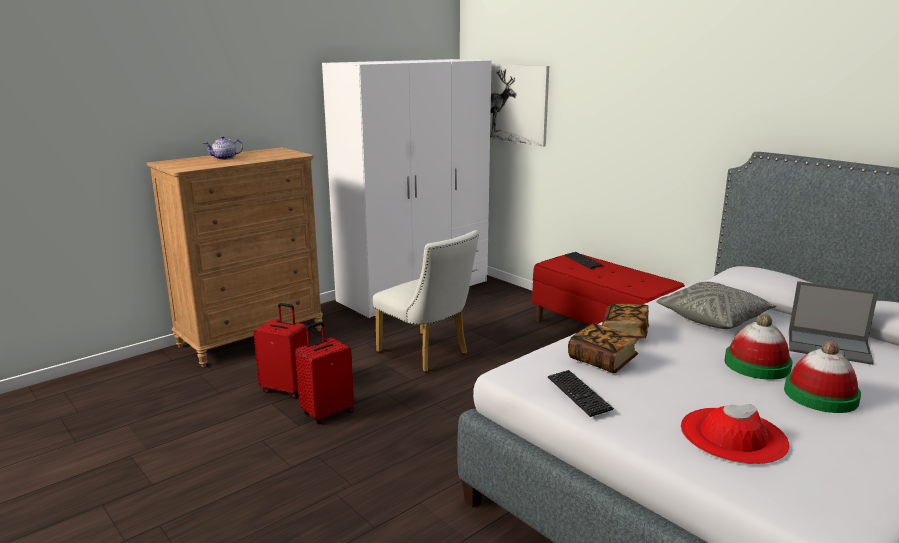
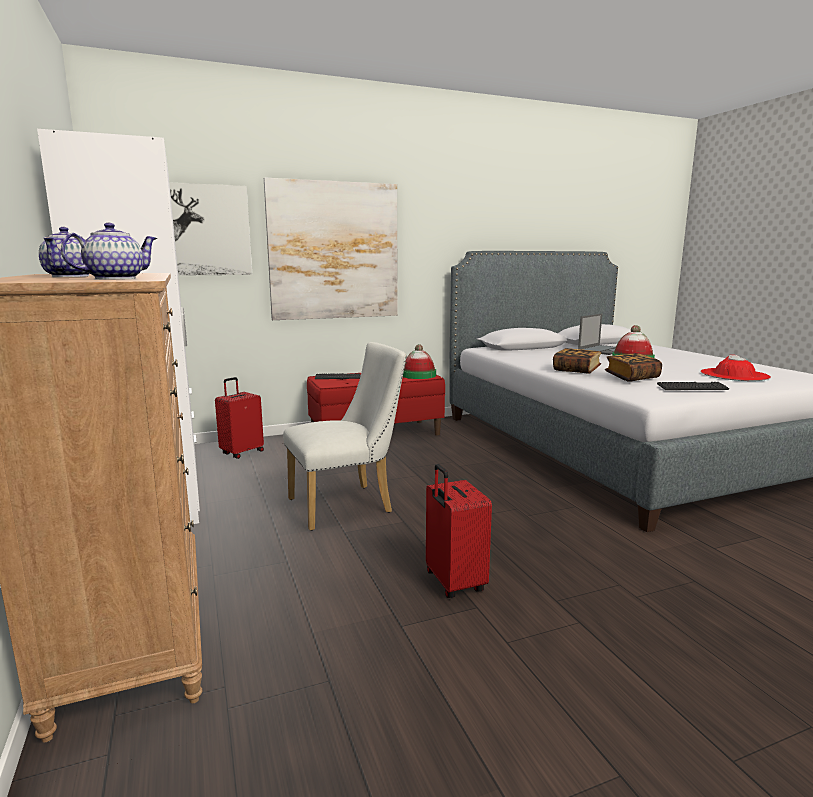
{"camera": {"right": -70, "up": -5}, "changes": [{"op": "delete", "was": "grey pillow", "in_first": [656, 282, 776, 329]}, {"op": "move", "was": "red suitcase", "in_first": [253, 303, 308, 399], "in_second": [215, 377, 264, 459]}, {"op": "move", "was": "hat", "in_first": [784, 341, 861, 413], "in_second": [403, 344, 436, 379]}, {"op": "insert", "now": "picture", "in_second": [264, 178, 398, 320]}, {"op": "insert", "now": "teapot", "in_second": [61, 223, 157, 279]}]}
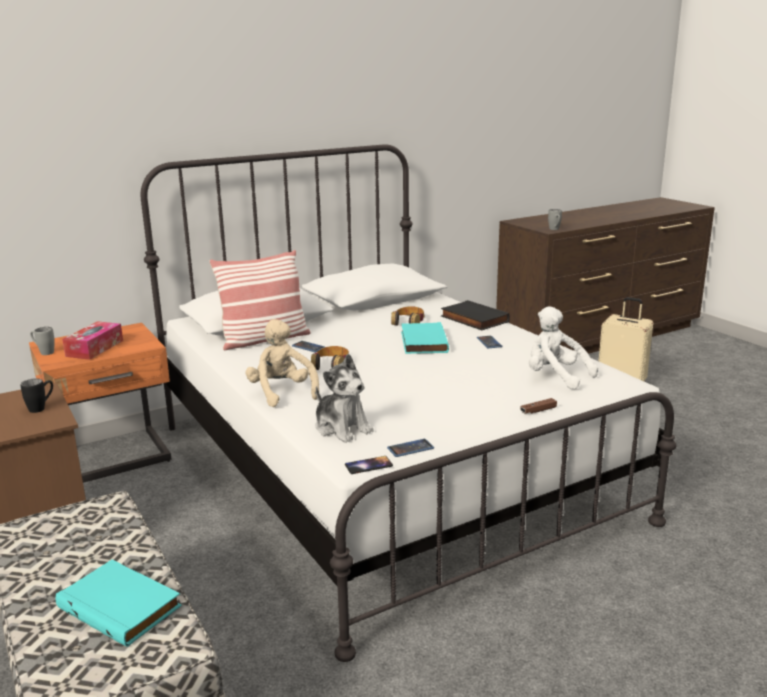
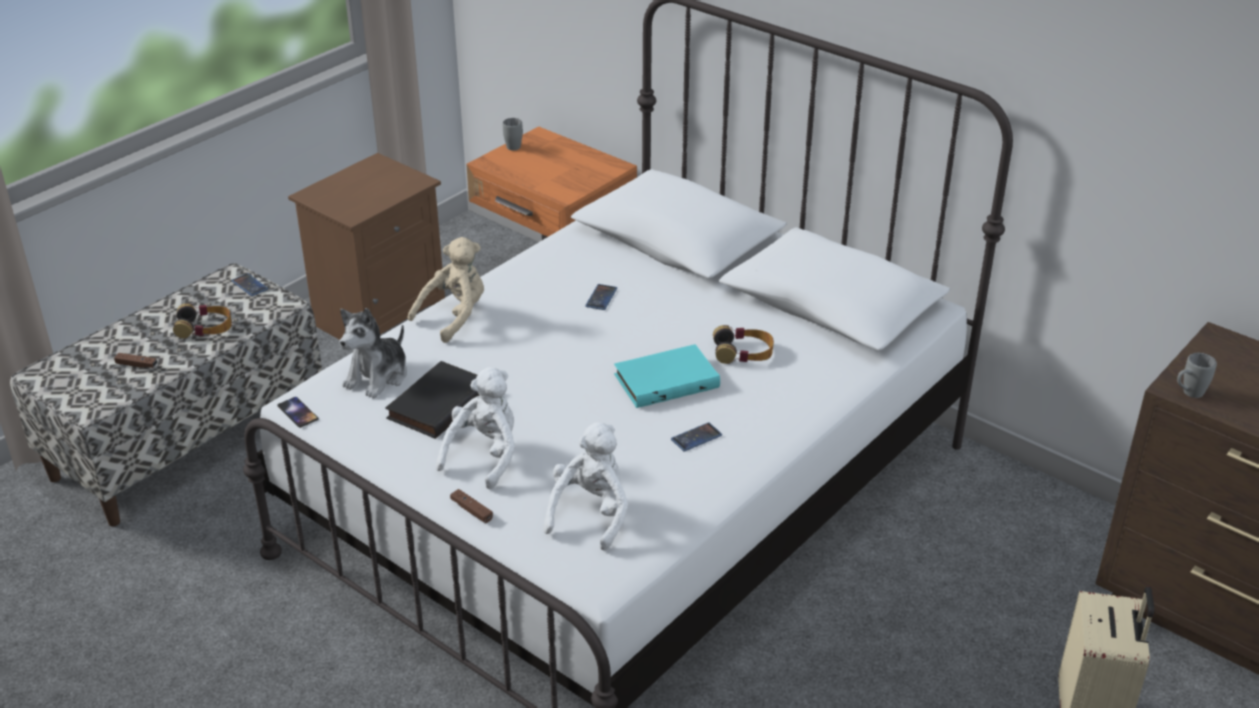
{"camera": {"right": 70, "up": 15}, "changes": [{"op": "delete", "was": "pillow", "in_first": [209, 250, 311, 350]}, {"op": "move", "was": "black book", "in_first": [441, 300, 510, 330], "in_second": [385, 361, 479, 439]}, {"op": "delete", "was": "tissue box", "in_first": [62, 321, 123, 360]}, {"op": "move", "was": "headphones", "in_first": [311, 346, 349, 370], "in_second": [173, 303, 232, 338]}, {"op": "delete", "was": "black mug", "in_first": [20, 378, 53, 413]}, {"op": "move", "was": "phone", "in_first": [387, 439, 434, 457], "in_second": [231, 273, 268, 296]}, {"op": "replace", "was": "turquoise book", "now": "brown game controller", "in_first": [56, 559, 182, 647], "in_second": [114, 353, 157, 368]}, {"op": "insert", "now": "white plush toy", "in_second": [436, 367, 515, 490]}]}
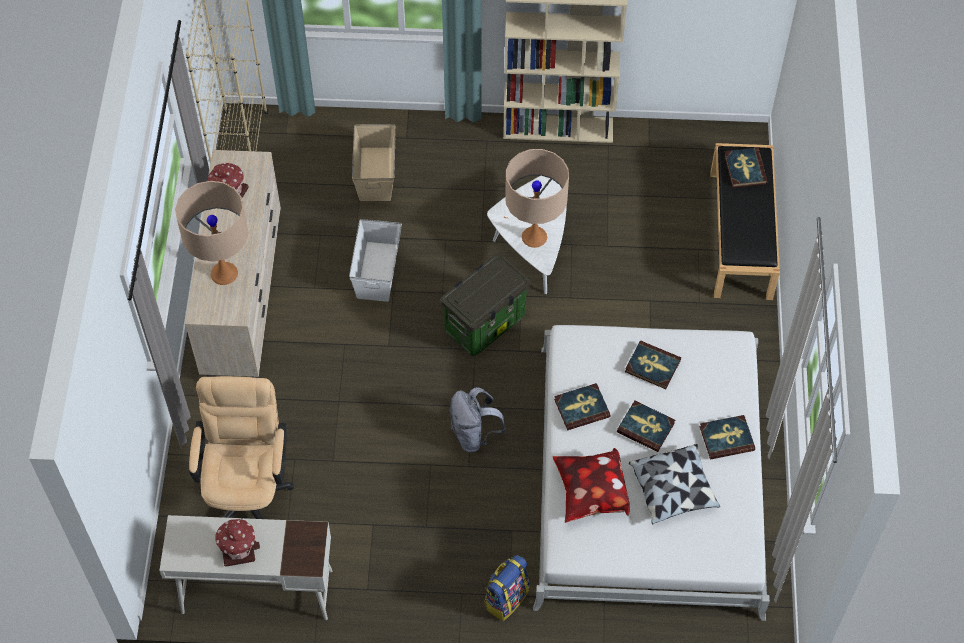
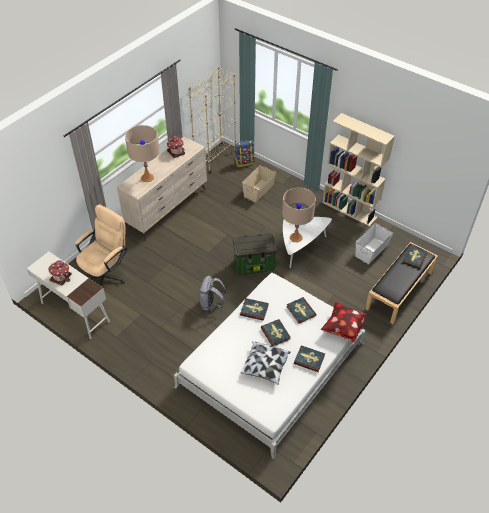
{"camera": {"right": 35, "up": -10}, "changes": [{"op": "move", "was": "white storage box", "in_first": [349, 219, 402, 302], "in_second": [355, 223, 393, 264]}, {"op": "move", "was": "pillow", "in_first": [553, 448, 630, 523], "in_second": [321, 302, 367, 343]}, {"op": "move", "was": "backpack", "in_first": [484, 555, 530, 621], "in_second": [235, 140, 254, 167]}]}
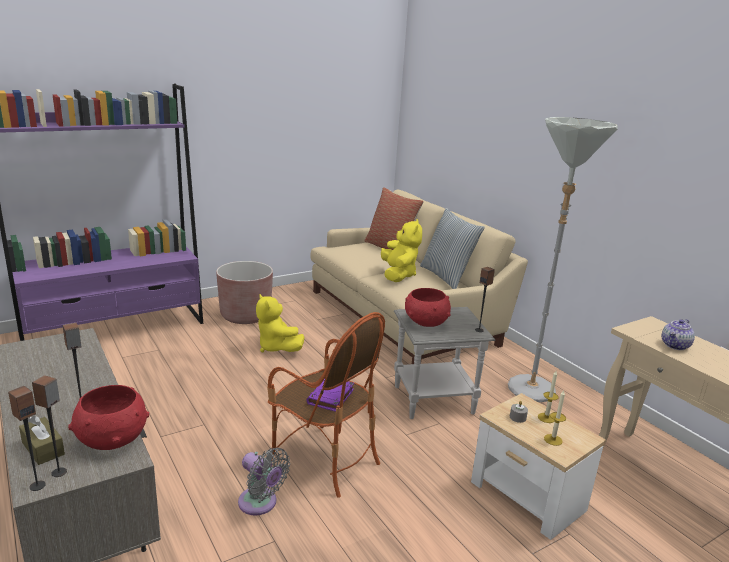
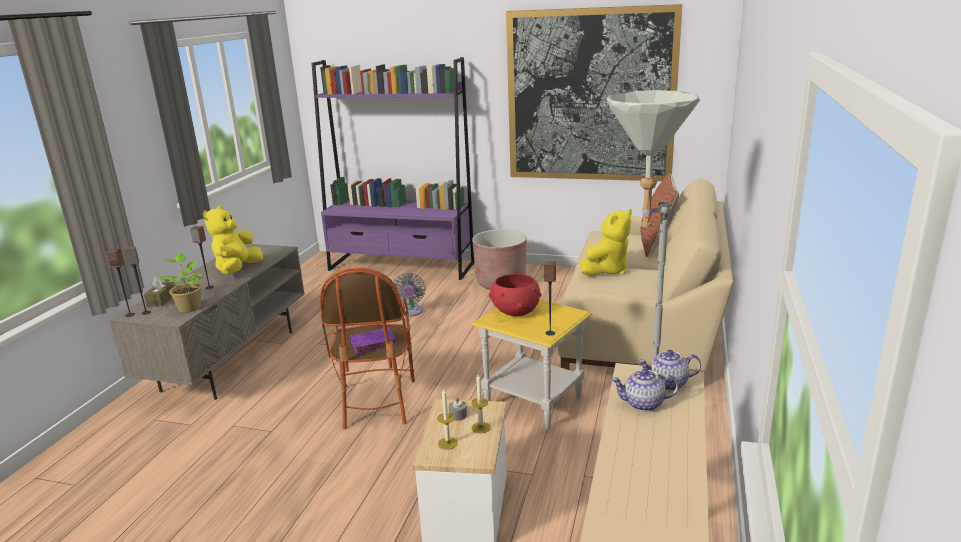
{"camera": {"right": 50, "up": 0}, "changes": [{"op": "delete", "was": "pillow", "in_first": [420, 208, 485, 289]}, {"op": "move", "was": "yellow plush toy", "in_first": [256, 294, 305, 353], "in_second": [203, 205, 263, 274]}, {"op": "recolor", "was": "grey side table", "now": "yellow side table", "in_first": [394, 307, 496, 419], "in_second": [471, 300, 592, 430]}, {"op": "replace", "was": "red bowl", "now": "potted plant", "in_first": [68, 385, 149, 450], "in_second": [157, 253, 204, 312]}, {"op": "move", "was": "grey fan", "in_first": [238, 448, 290, 516], "in_second": [393, 273, 426, 317]}, {"op": "insert", "now": "picture", "in_second": [506, 4, 683, 181]}, {"op": "insert", "now": "teapot", "in_second": [638, 350, 701, 390]}]}
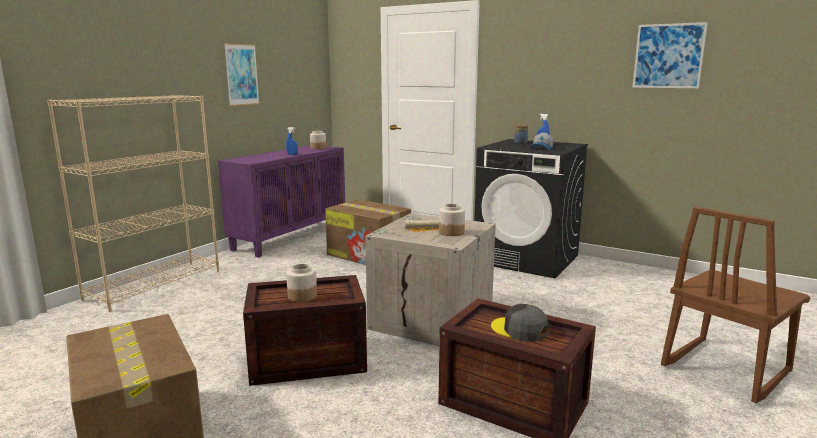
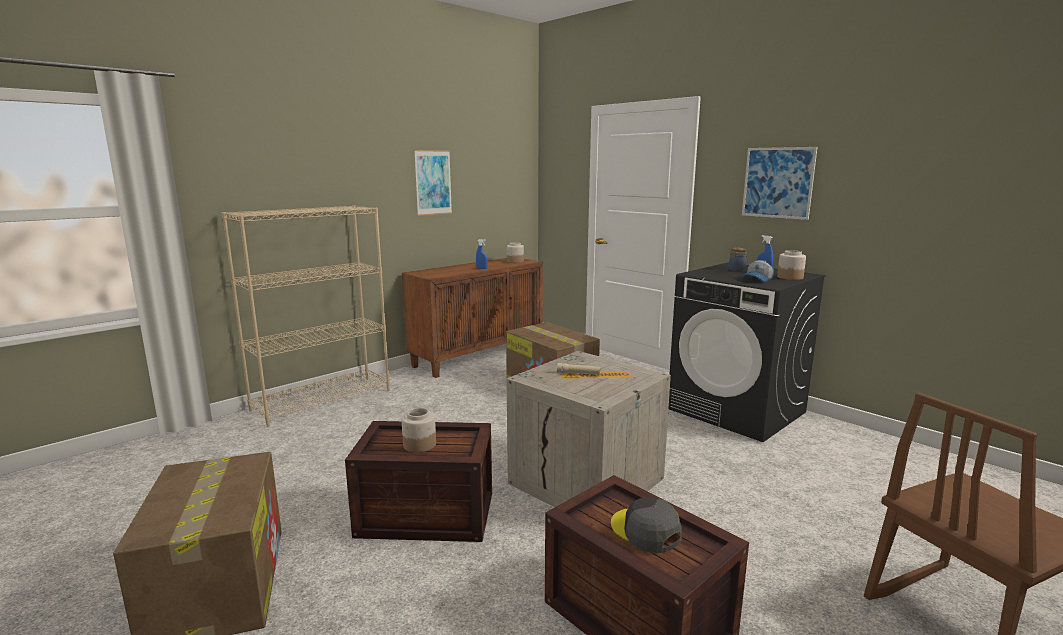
{"camera": {"right": 15, "up": 0}, "changes": [{"op": "move", "was": "picture", "in_first": [632, 22, 708, 88], "in_second": [742, 147, 818, 220]}, {"op": "recolor", "was": "purple cabinet", "now": "brown cabinet", "in_first": [218, 146, 345, 258], "in_second": [402, 258, 543, 378]}, {"op": "move", "was": "jar", "in_first": [439, 204, 465, 236], "in_second": [777, 250, 806, 280]}]}
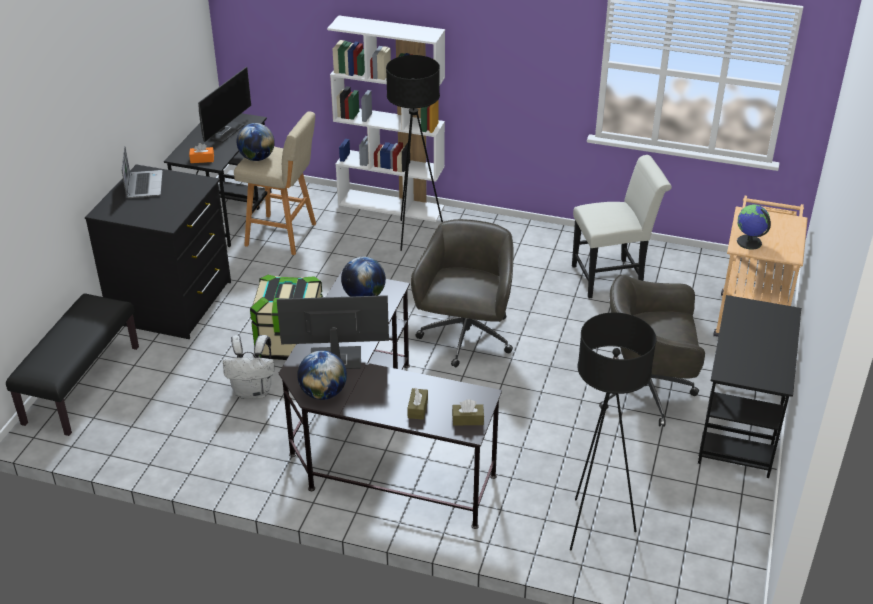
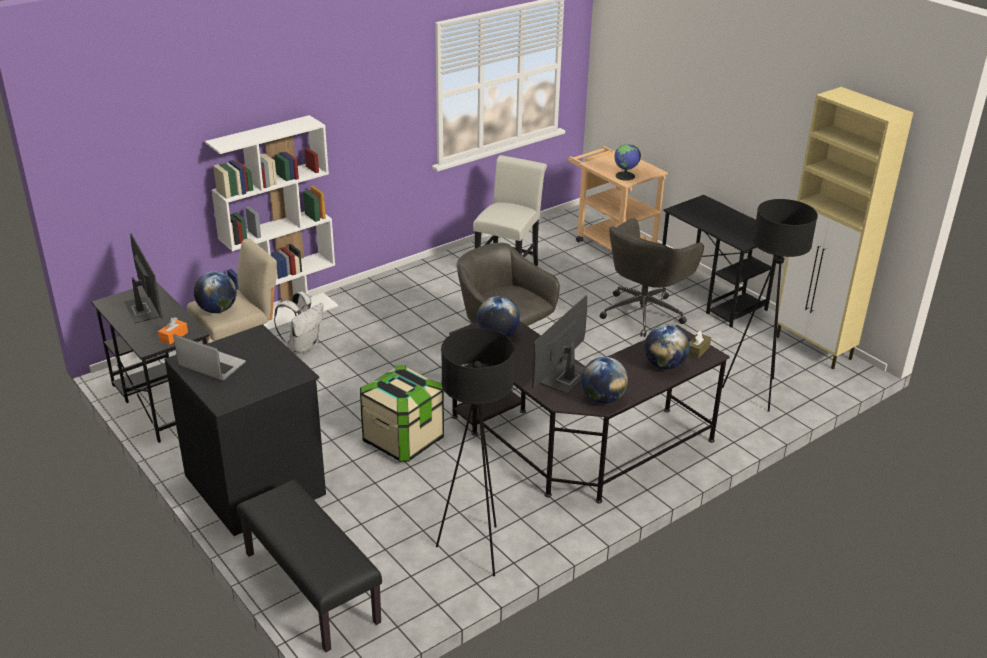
{"camera": {"right": -55, "up": -5}, "changes": [{"op": "move", "was": "black floor lamp", "in_first": [386, 55, 443, 251], "in_second": [436, 328, 514, 576]}, {"op": "move", "was": "white backpack", "in_first": [223, 335, 275, 399], "in_second": [274, 291, 323, 354]}, {"op": "replace", "was": "brown tissue box", "now": "globe", "in_first": [407, 388, 428, 420], "in_second": [644, 325, 689, 369]}, {"op": "insert", "now": "beige cabinet", "in_second": [777, 87, 913, 369]}]}
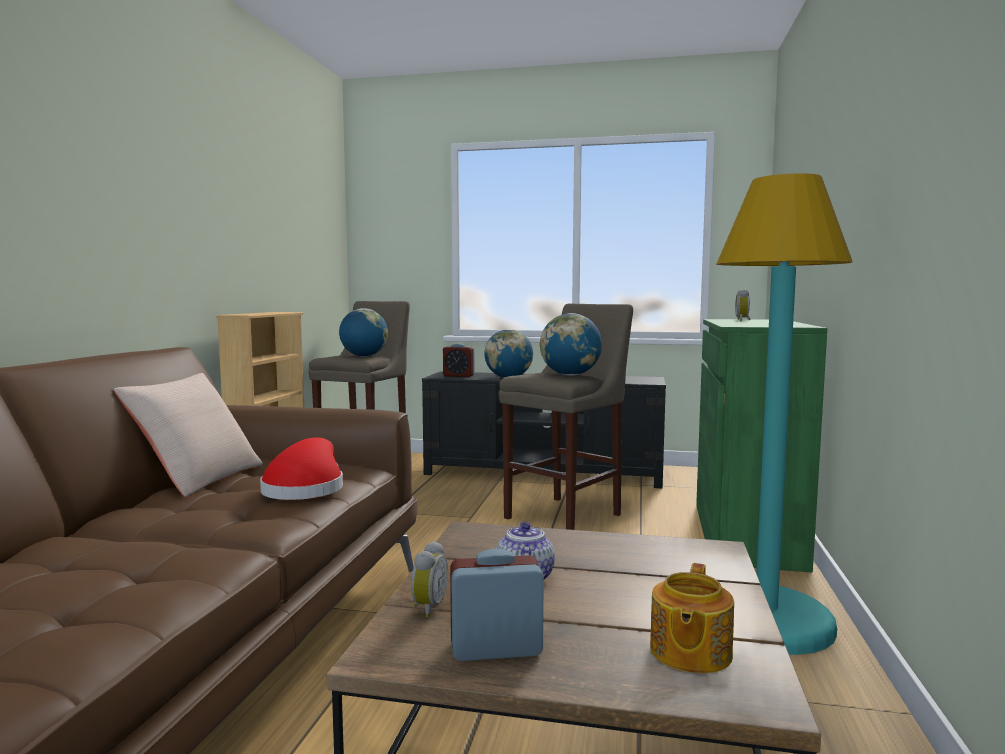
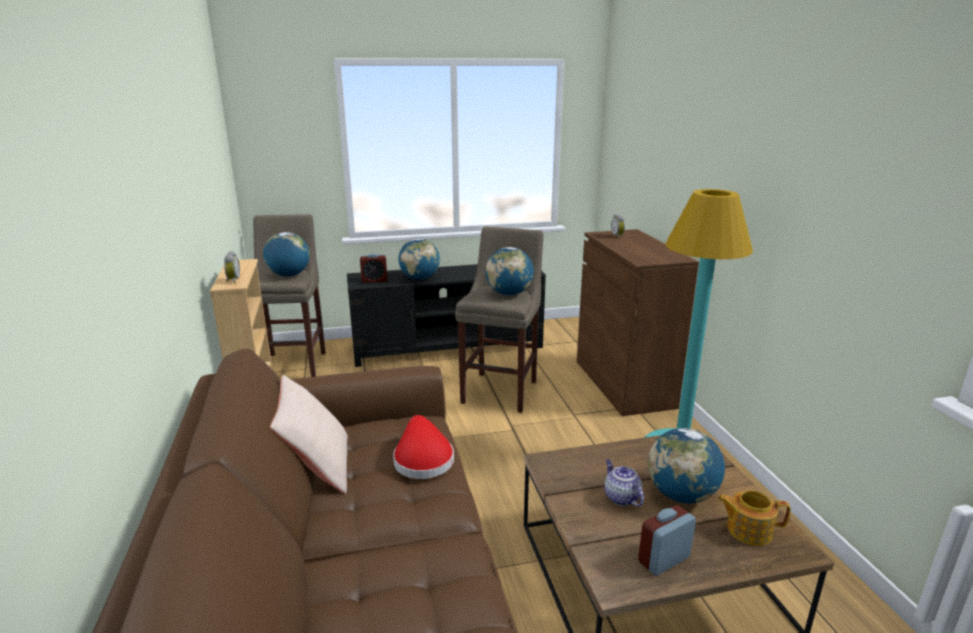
{"camera": {"right": -25, "up": 15}, "changes": [{"op": "recolor", "was": "green cabinet", "now": "brown cabinet", "in_first": [696, 319, 827, 572], "in_second": [577, 229, 699, 416]}, {"op": "move", "was": "alarm clock", "in_first": [411, 541, 448, 618], "in_second": [224, 251, 240, 284]}, {"op": "rotate", "was": "teapot", "in_first": [650, 563, 734, 673], "in_second": [717, 490, 791, 546], "clockwise": 105}, {"op": "insert", "now": "globe", "in_second": [648, 428, 725, 503]}]}
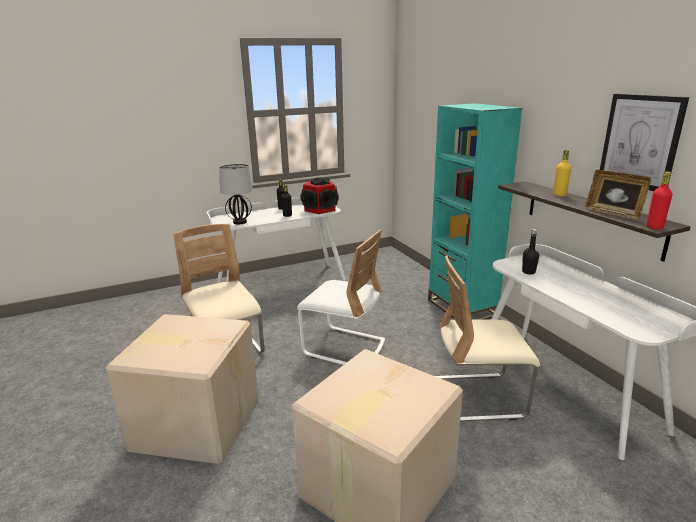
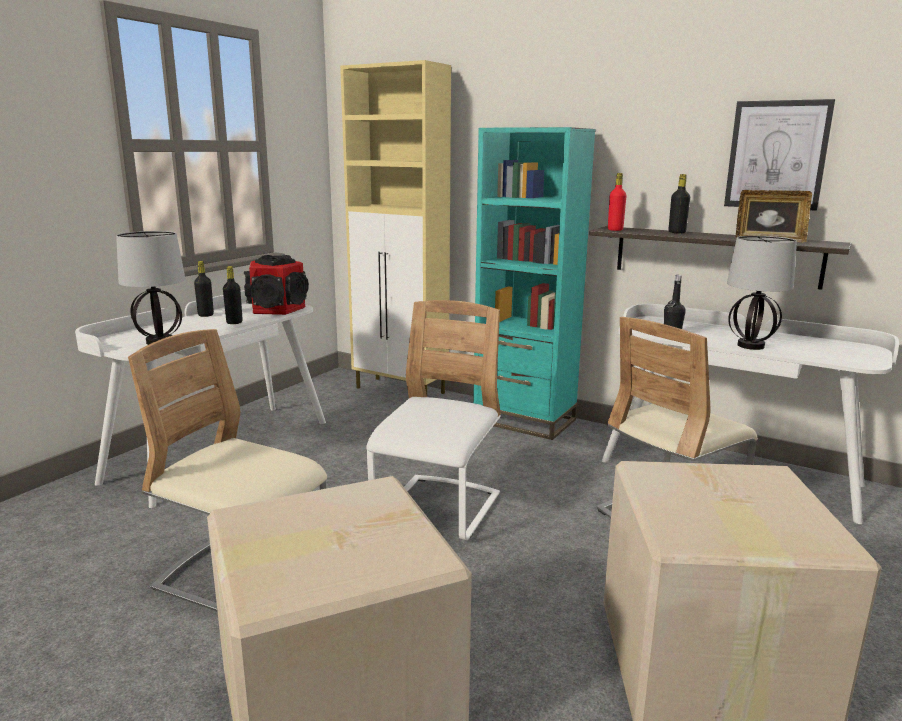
{"camera": {"right": -35, "up": -5}, "changes": [{"op": "recolor", "was": "yellow bottle", "now": "black bottle", "in_first": [553, 150, 571, 196], "in_second": [669, 174, 690, 233]}, {"op": "move", "was": "red bottle", "in_first": [647, 172, 672, 229], "in_second": [608, 173, 627, 231]}, {"op": "rotate", "was": "white chair", "in_first": [297, 230, 385, 365], "in_second": [366, 300, 501, 540], "clockwise": -60}, {"op": "insert", "now": "beige cabinet", "in_second": [340, 60, 451, 394]}, {"op": "insert", "now": "table lamp", "in_second": [727, 236, 797, 350]}]}
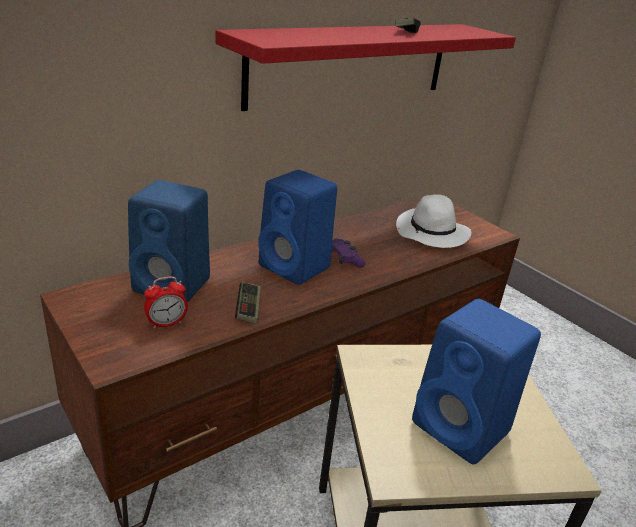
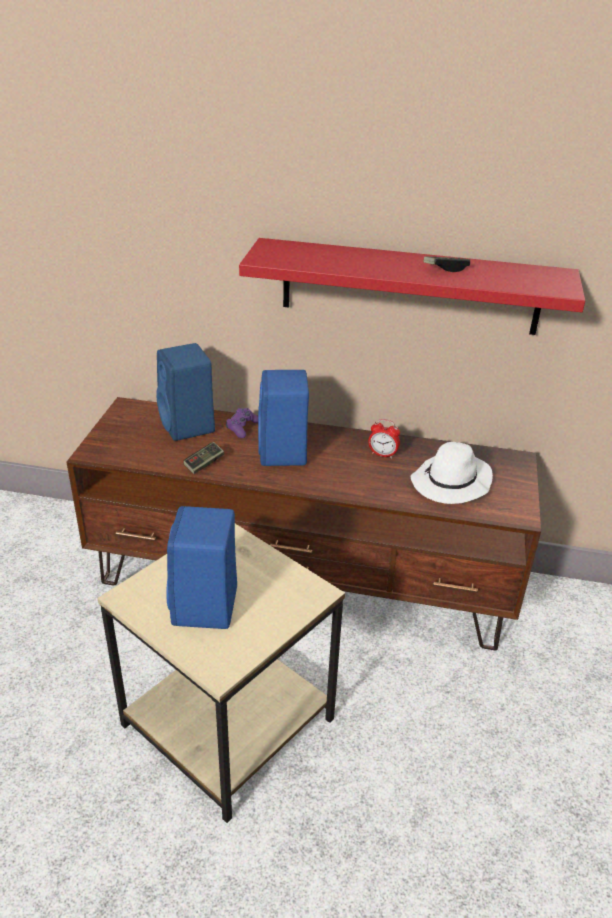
{"camera": {"right": 50, "up": 5}, "changes": [{"op": "move", "was": "purple game controller", "in_first": [332, 238, 365, 268], "in_second": [226, 408, 258, 438]}, {"op": "move", "was": "alarm clock", "in_first": [144, 276, 188, 329], "in_second": [368, 419, 400, 459]}]}
